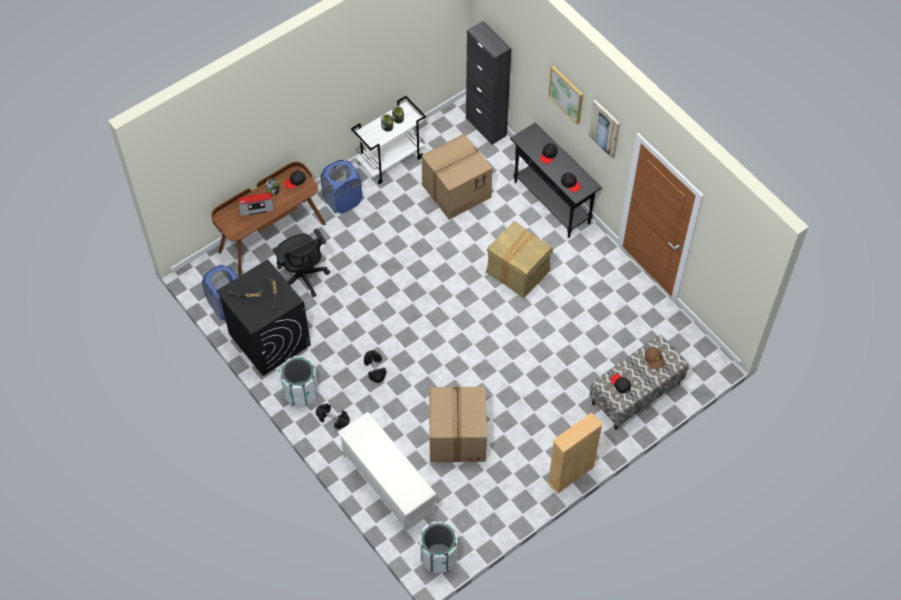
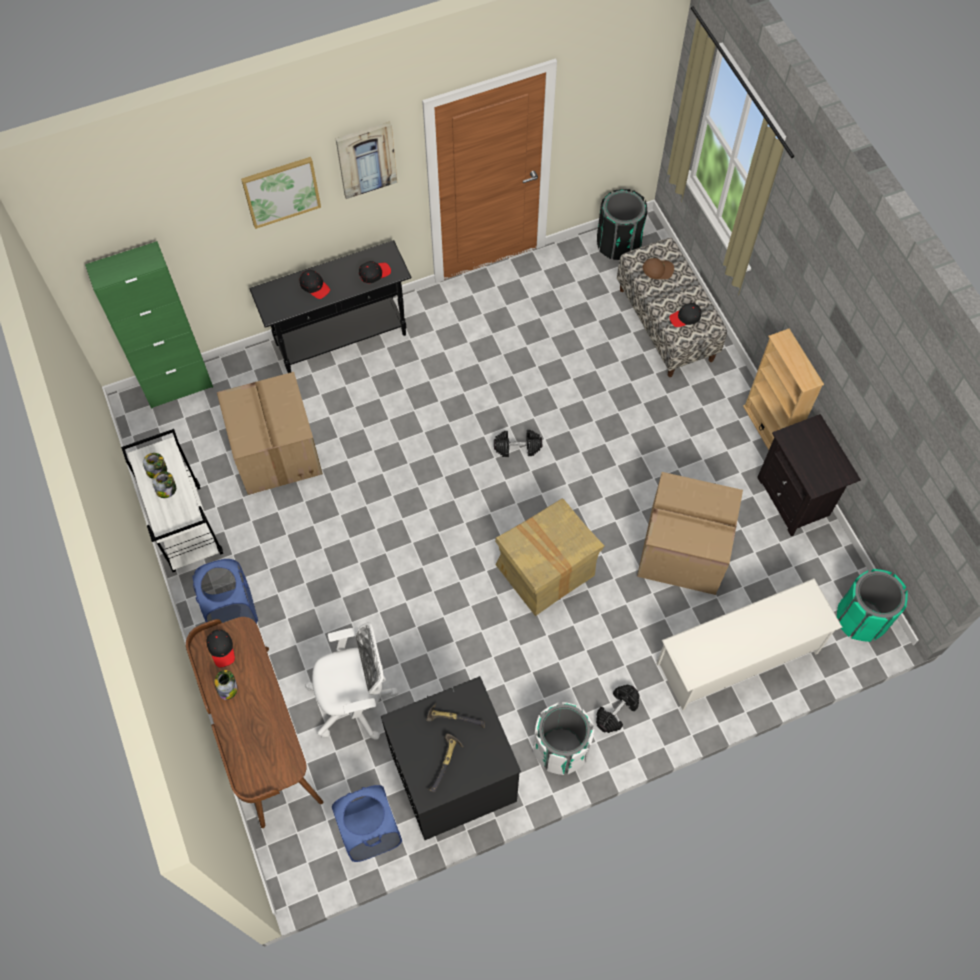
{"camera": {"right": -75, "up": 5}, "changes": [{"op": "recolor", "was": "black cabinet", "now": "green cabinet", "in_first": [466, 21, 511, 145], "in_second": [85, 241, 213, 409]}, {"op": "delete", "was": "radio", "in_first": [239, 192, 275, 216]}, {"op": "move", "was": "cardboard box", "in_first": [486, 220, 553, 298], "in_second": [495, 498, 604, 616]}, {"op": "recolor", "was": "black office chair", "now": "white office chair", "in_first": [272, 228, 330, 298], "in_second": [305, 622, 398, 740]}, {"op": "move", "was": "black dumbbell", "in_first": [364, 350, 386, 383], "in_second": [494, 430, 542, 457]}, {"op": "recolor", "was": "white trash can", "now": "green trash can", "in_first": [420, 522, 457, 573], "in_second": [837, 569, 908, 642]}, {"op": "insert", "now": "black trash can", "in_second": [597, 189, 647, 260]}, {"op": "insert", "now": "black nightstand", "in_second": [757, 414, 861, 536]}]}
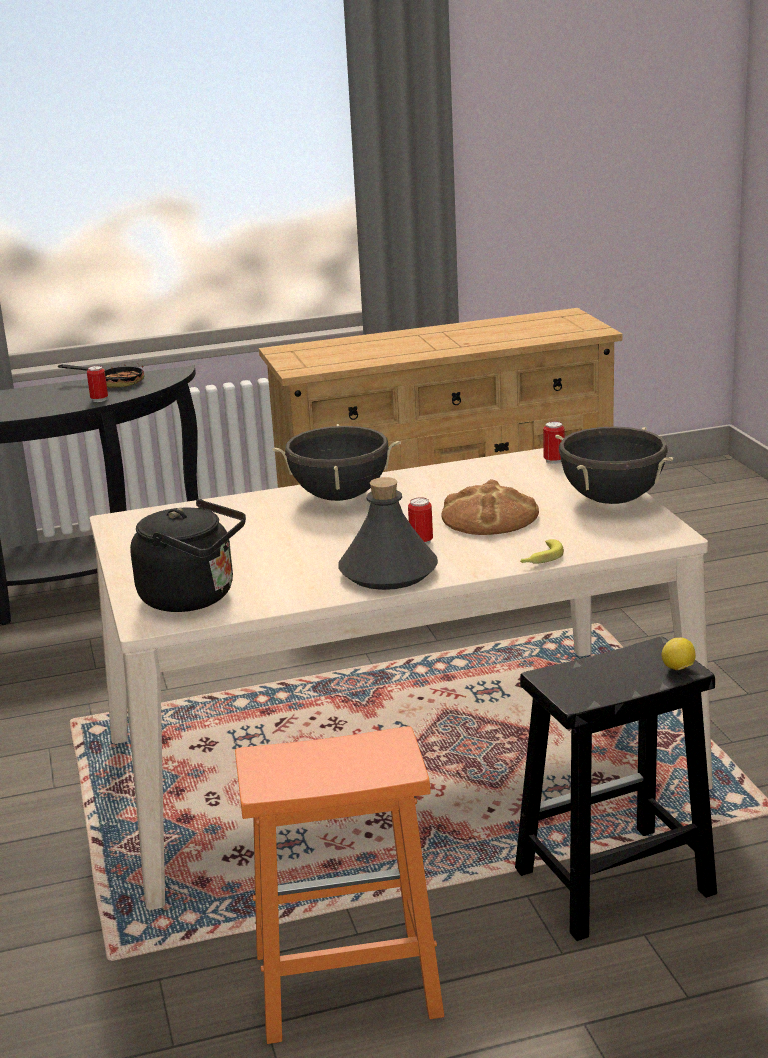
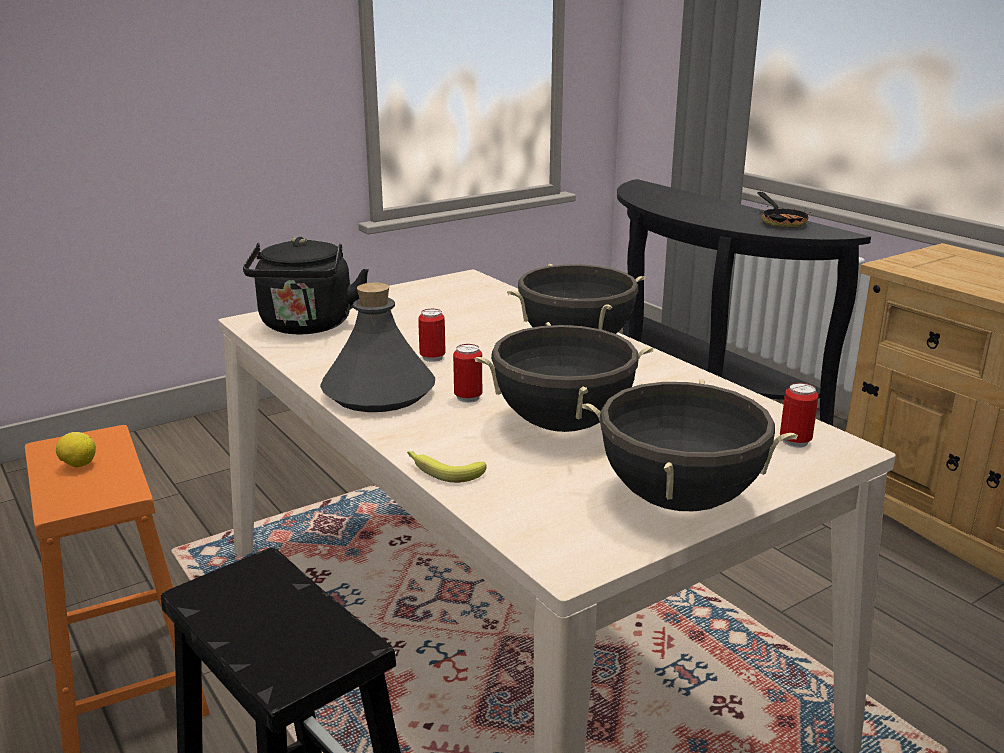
{"camera": {"right": 70, "up": 0}, "changes": [{"op": "move", "was": "can", "in_first": [87, 366, 108, 402], "in_second": [418, 309, 446, 362]}, {"op": "replace", "was": "bread", "now": "black cooking pot", "in_first": [442, 479, 539, 535], "in_second": [474, 322, 654, 432]}, {"op": "move", "was": "lemon", "in_first": [661, 638, 696, 670], "in_second": [56, 432, 96, 467]}]}
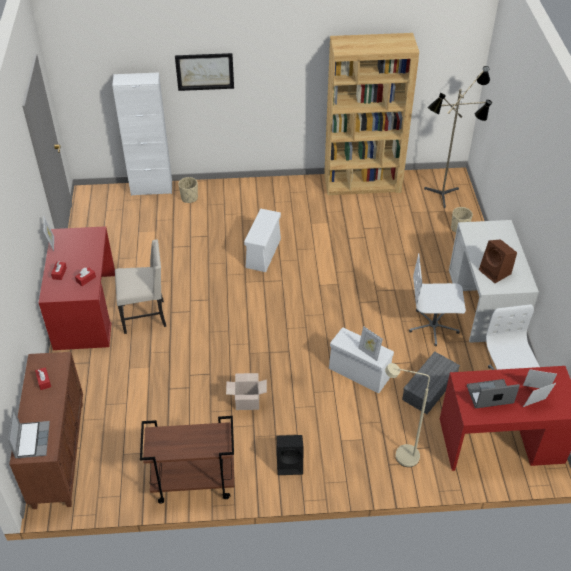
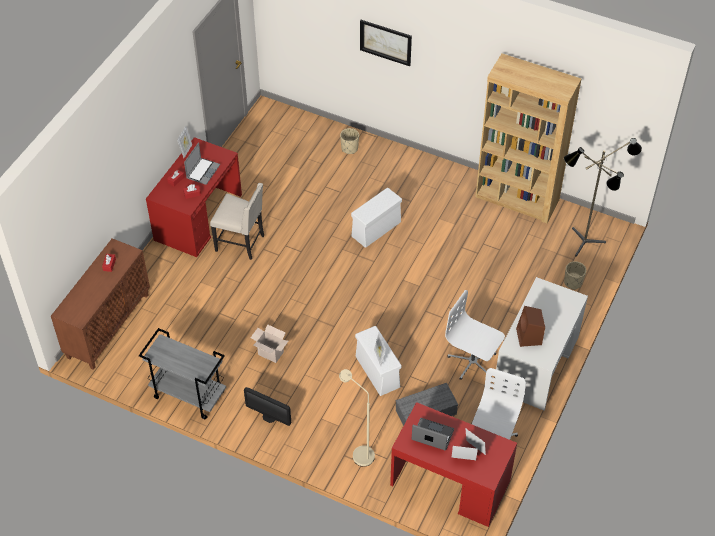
{"camera": {"right": 30, "up": 5}, "changes": [{"op": "delete", "was": "white cabinet", "in_first": [112, 72, 172, 196]}, {"op": "move", "was": "laptop", "in_first": [8, 406, 50, 458], "in_second": [184, 142, 220, 185]}, {"op": "recolor", "was": "brown cart", "now": "grey cart", "in_first": [140, 416, 234, 504], "in_second": [139, 328, 226, 420]}, {"op": "replace", "was": "black speaker", "now": "monitor", "in_first": [277, 435, 304, 475], "in_second": [244, 387, 291, 426]}]}
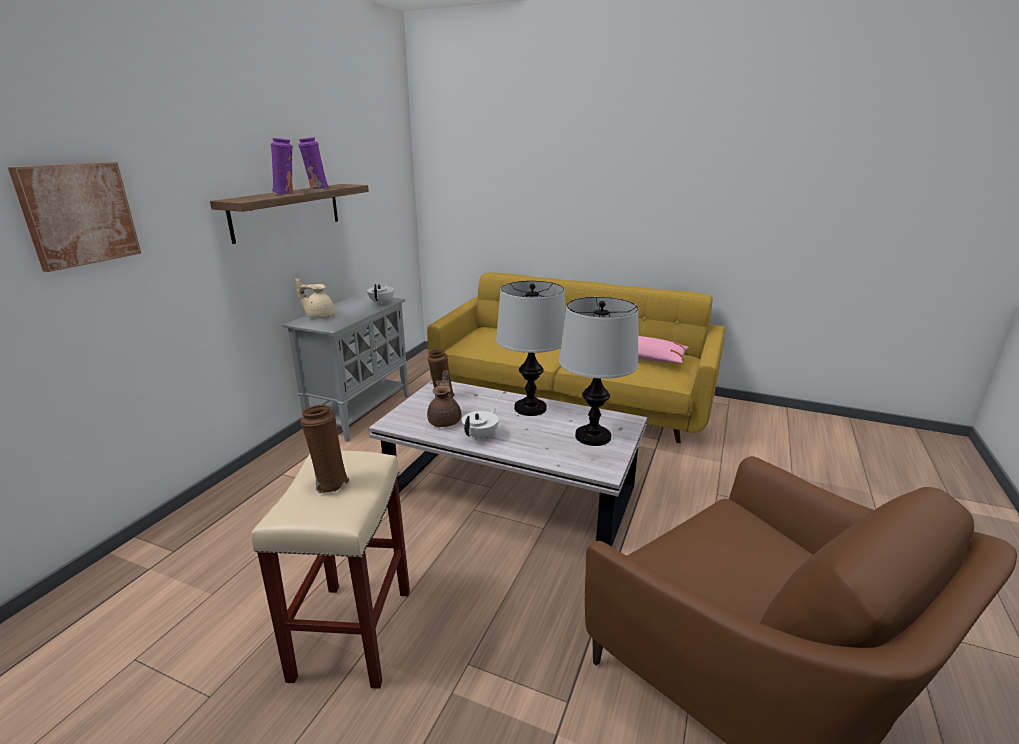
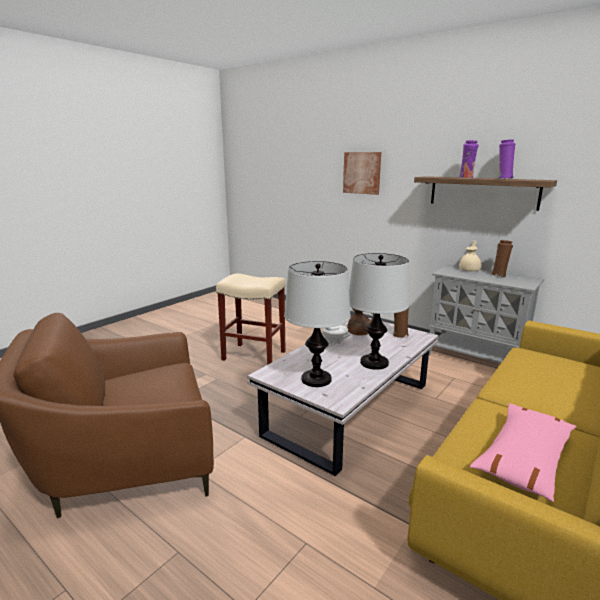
{"camera": {"right": 105, "up": -5}, "changes": [{"op": "delete", "was": "white teapot", "in_first": [367, 284, 394, 305]}, {"op": "move", "was": "brown vase", "in_first": [300, 404, 350, 493], "in_second": [491, 240, 513, 277]}]}
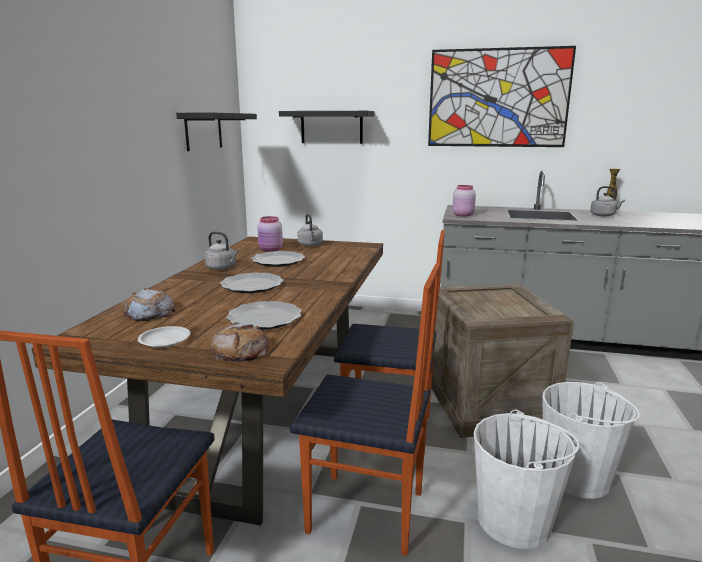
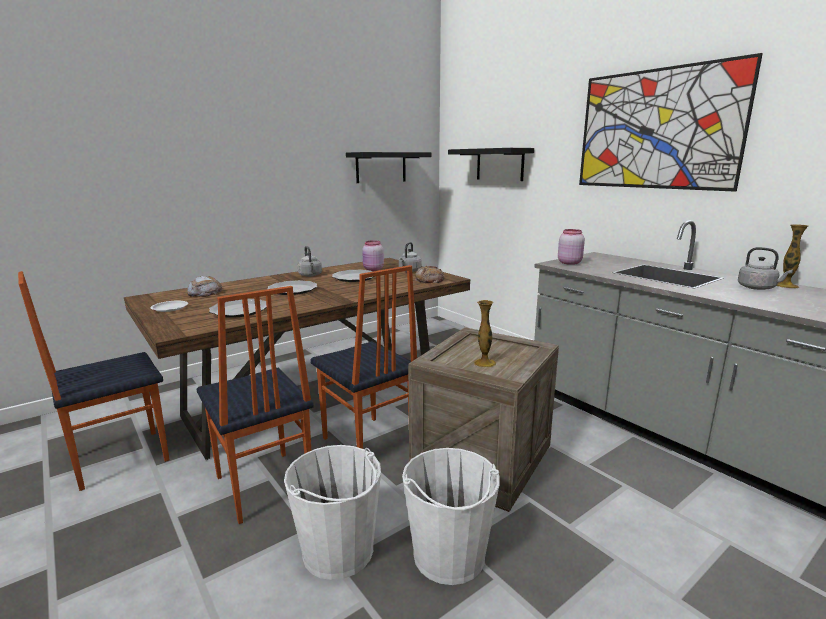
{"camera": {"right": 40, "up": 0}, "changes": [{"op": "move", "was": "bread", "in_first": [210, 322, 269, 362], "in_second": [415, 266, 445, 283]}, {"op": "insert", "now": "vase", "in_second": [474, 300, 497, 368]}]}
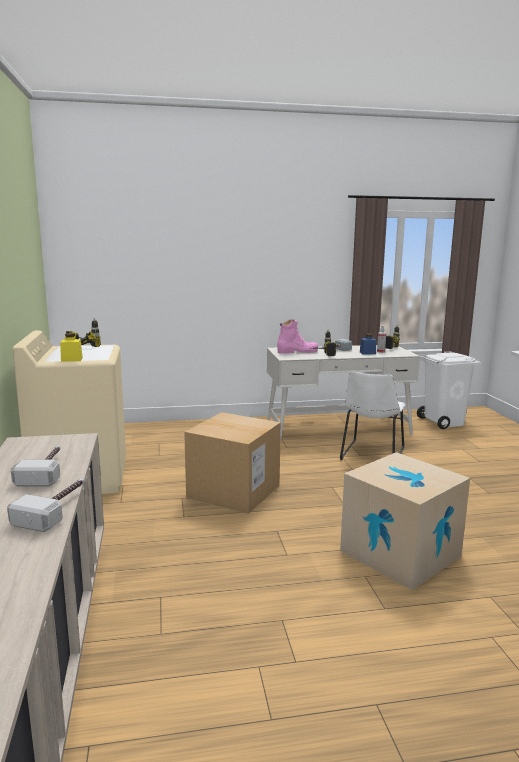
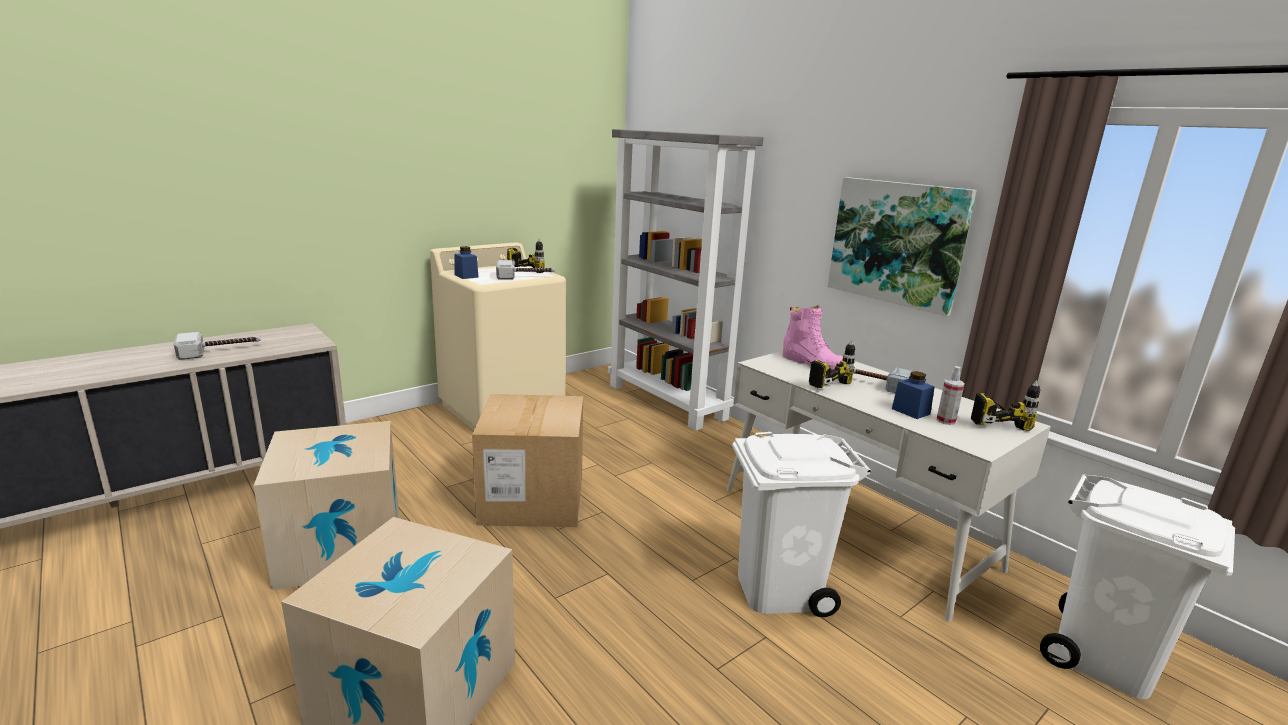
{"camera": {"right": 60, "up": 5}, "changes": [{"op": "recolor", "was": "yellow jar", "now": "blue jar", "in_first": [60, 333, 83, 362], "in_second": [454, 246, 479, 279]}, {"op": "replace", "was": "white chair", "now": "white trash can", "in_first": [340, 371, 405, 460], "in_second": [732, 432, 871, 617]}, {"op": "move", "was": "hammer", "in_first": [7, 478, 85, 532], "in_second": [496, 260, 555, 279]}, {"op": "insert", "now": "grey bookcase", "in_second": [608, 129, 763, 431]}, {"op": "insert", "now": "picture", "in_second": [828, 177, 977, 316]}, {"op": "insert", "now": "cardboard box", "in_second": [253, 421, 399, 590]}]}
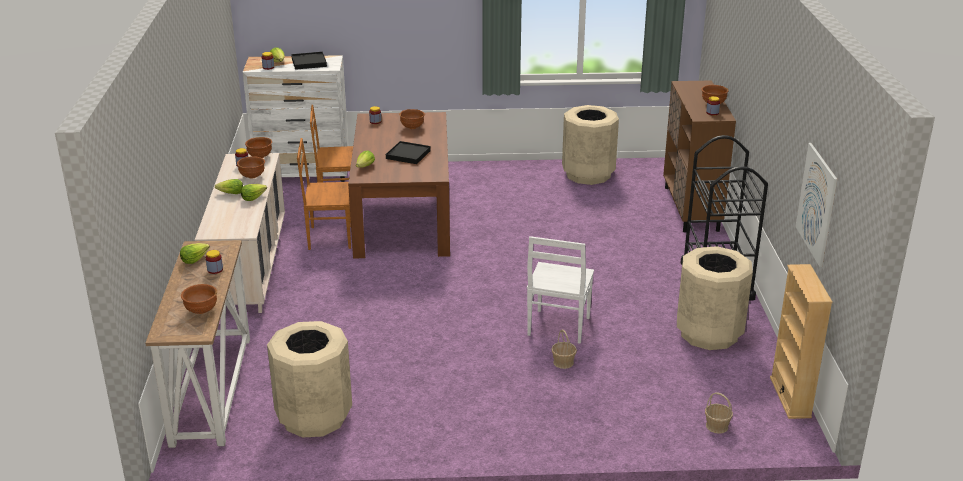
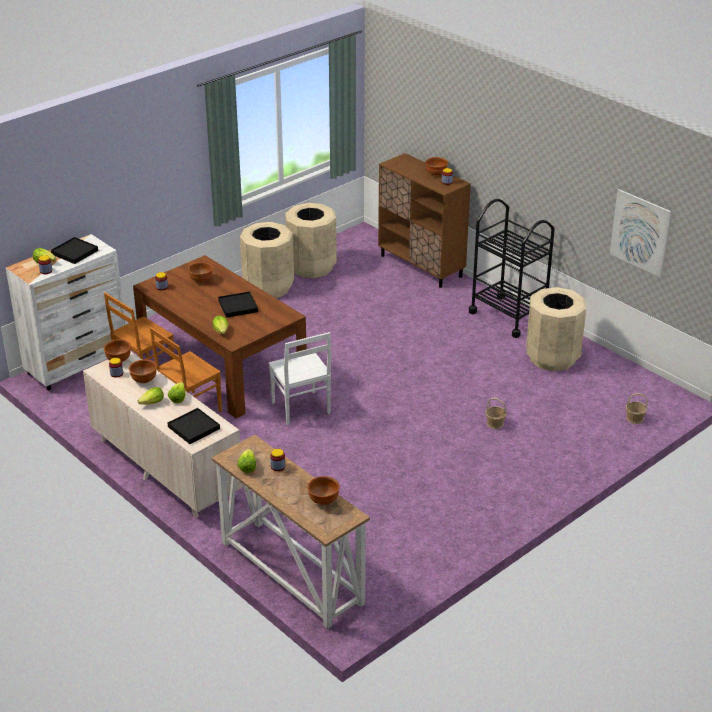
{"camera": {"right": -40, "up": 5}, "changes": [{"op": "move", "was": "white chair", "in_first": [527, 236, 594, 344], "in_second": [269, 332, 331, 425]}, {"op": "delete", "was": "beige bookcase", "in_first": [770, 264, 833, 419]}, {"op": "move", "was": "beige trash can", "in_first": [267, 321, 352, 438], "in_second": [240, 222, 294, 298]}, {"op": "insert", "now": "black tray", "in_second": [168, 408, 220, 444]}]}
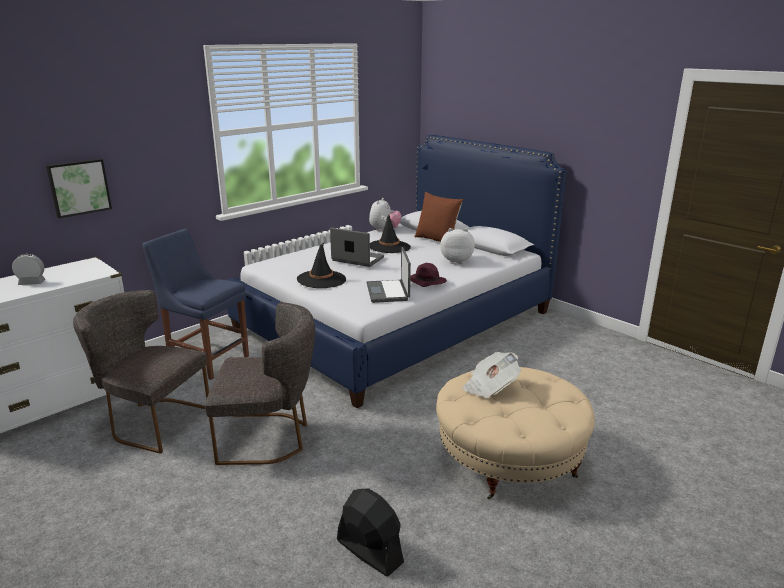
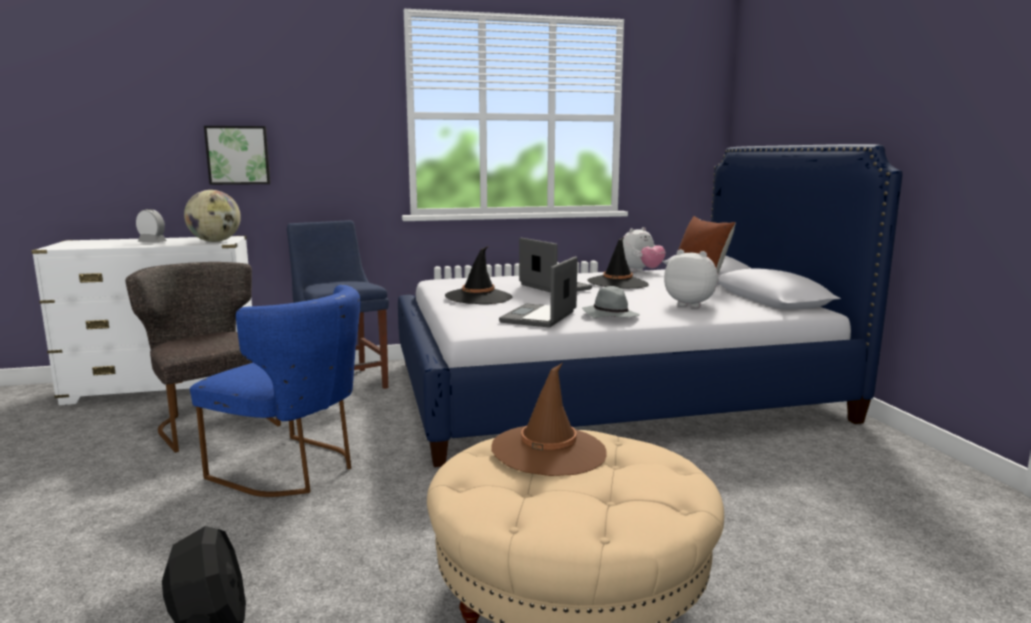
{"camera": {"right": 30, "up": -10}, "changes": [{"op": "recolor", "was": "purple hat", "now": "grey hat", "in_first": [410, 263, 447, 287], "in_second": [582, 286, 640, 318]}, {"op": "recolor", "was": "grey chair", "now": "blue chair", "in_first": [205, 302, 315, 465], "in_second": [190, 285, 361, 497]}, {"op": "replace", "was": "newspaper", "now": "brown hat", "in_first": [463, 352, 521, 399], "in_second": [491, 363, 607, 476]}, {"op": "insert", "now": "globe", "in_second": [184, 190, 241, 242]}]}
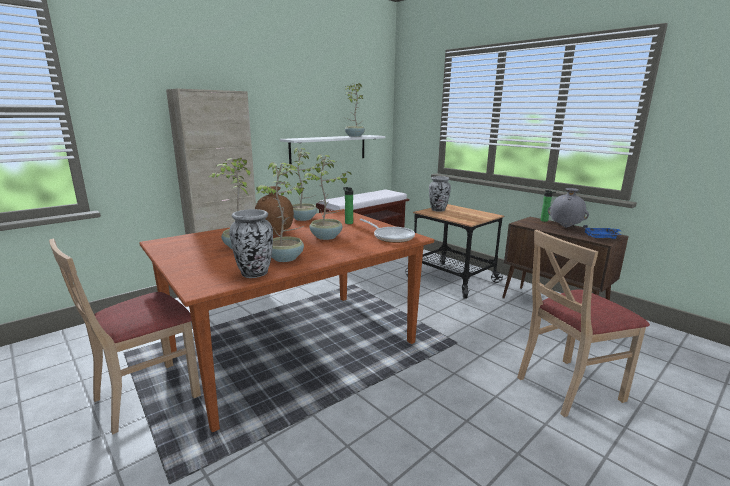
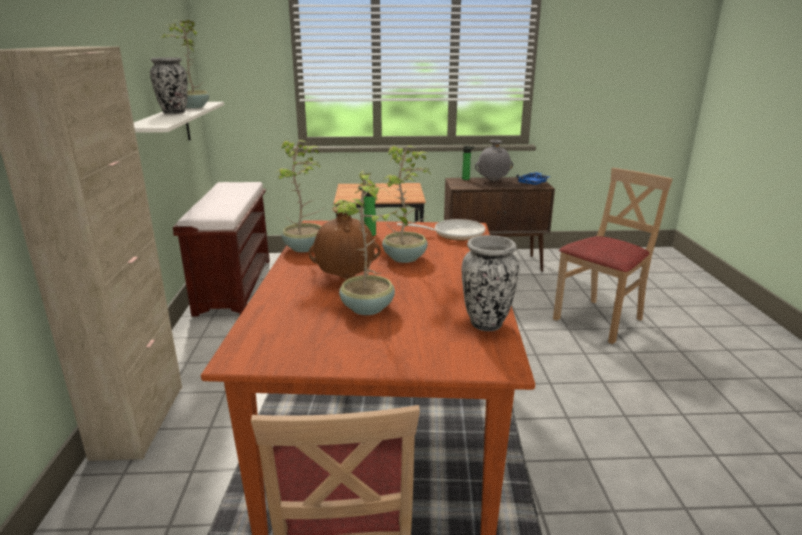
{"camera": {"right": -50, "up": 5}, "changes": [{"op": "delete", "was": "potted plant", "in_first": [255, 162, 307, 262]}, {"op": "move", "was": "vase", "in_first": [429, 176, 451, 211], "in_second": [150, 57, 188, 114]}, {"op": "rotate", "was": "beige chair", "in_first": [517, 230, 650, 417], "in_second": [553, 168, 673, 344], "clockwise": -150}]}
